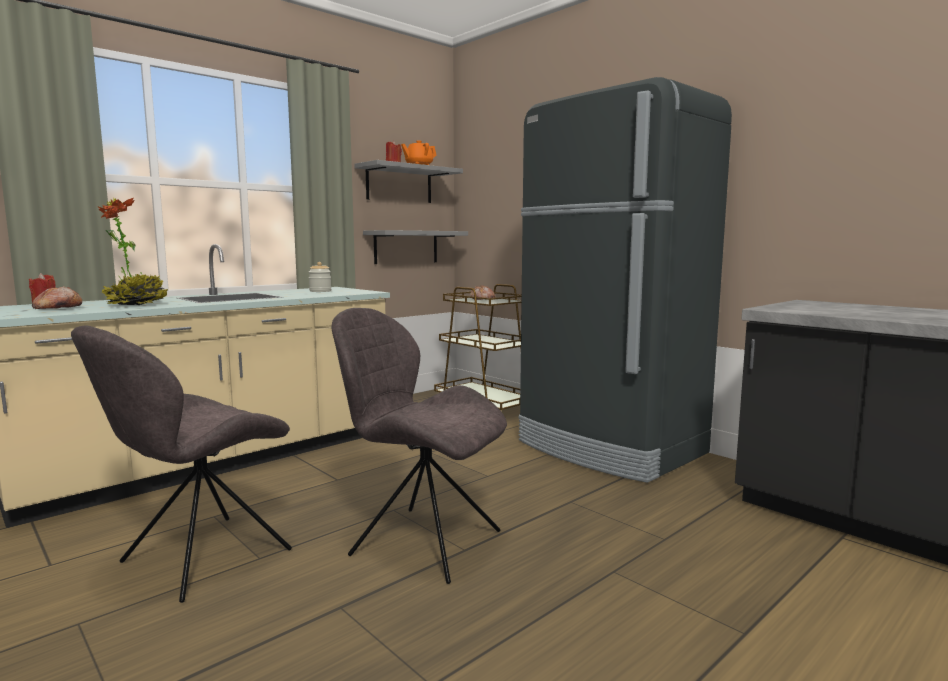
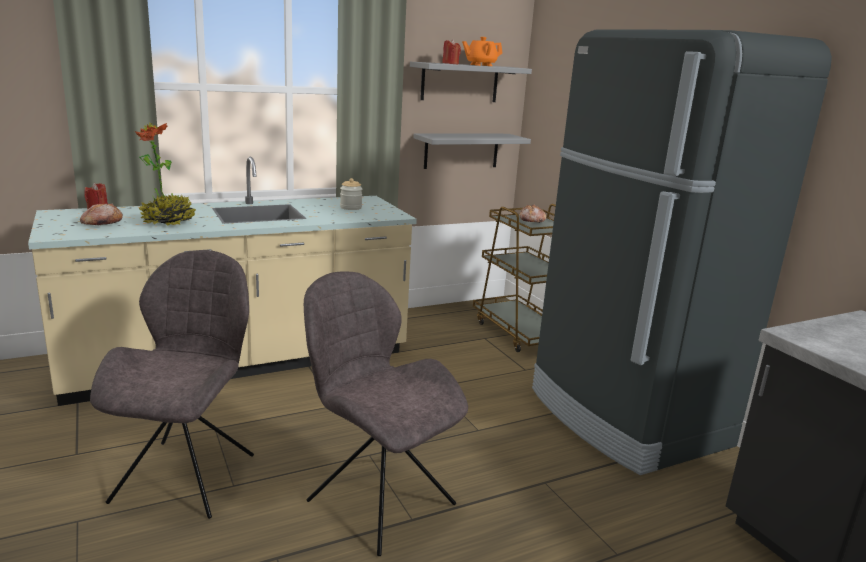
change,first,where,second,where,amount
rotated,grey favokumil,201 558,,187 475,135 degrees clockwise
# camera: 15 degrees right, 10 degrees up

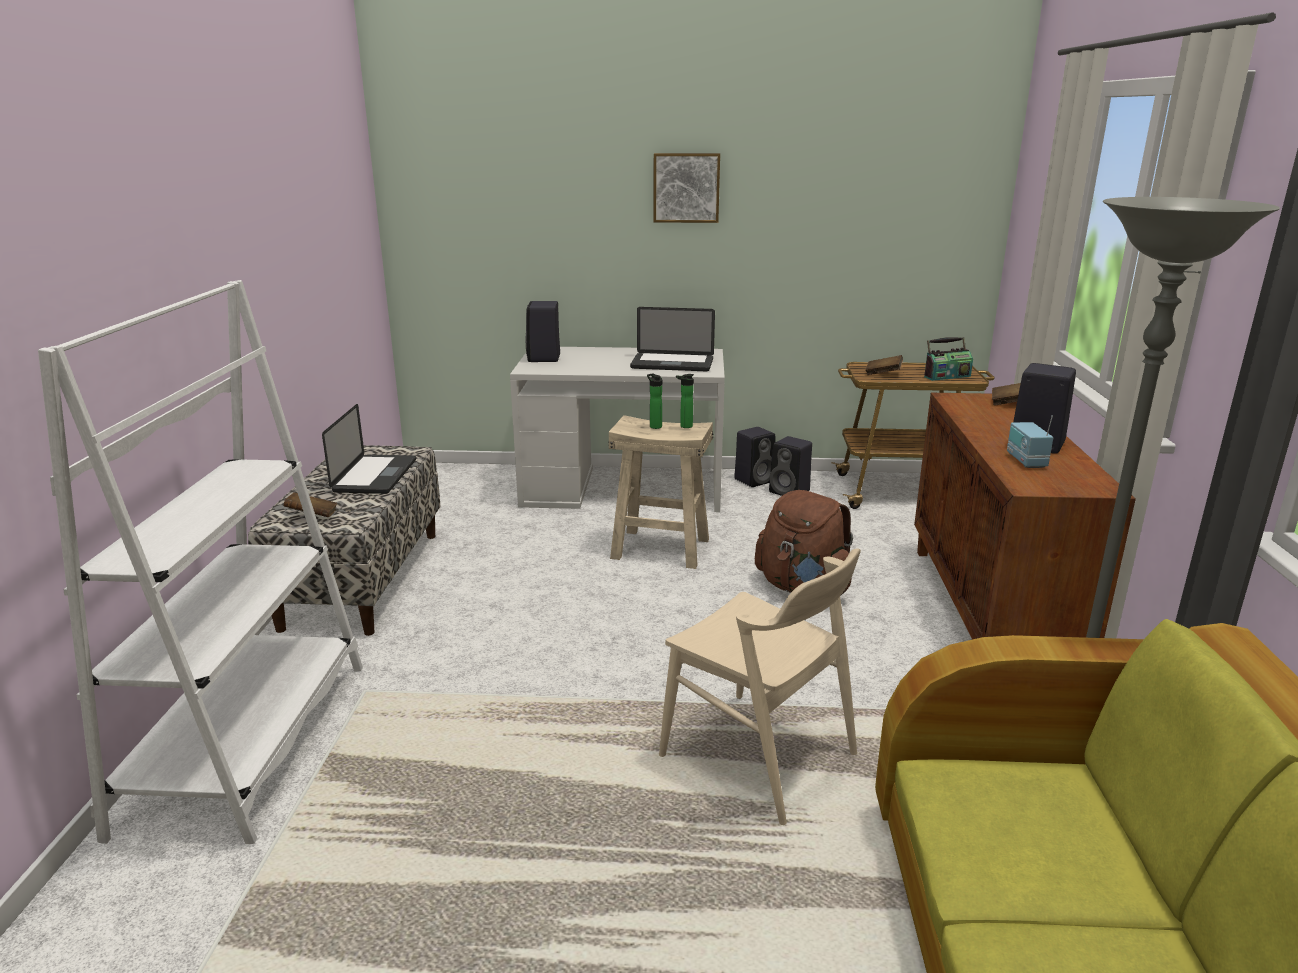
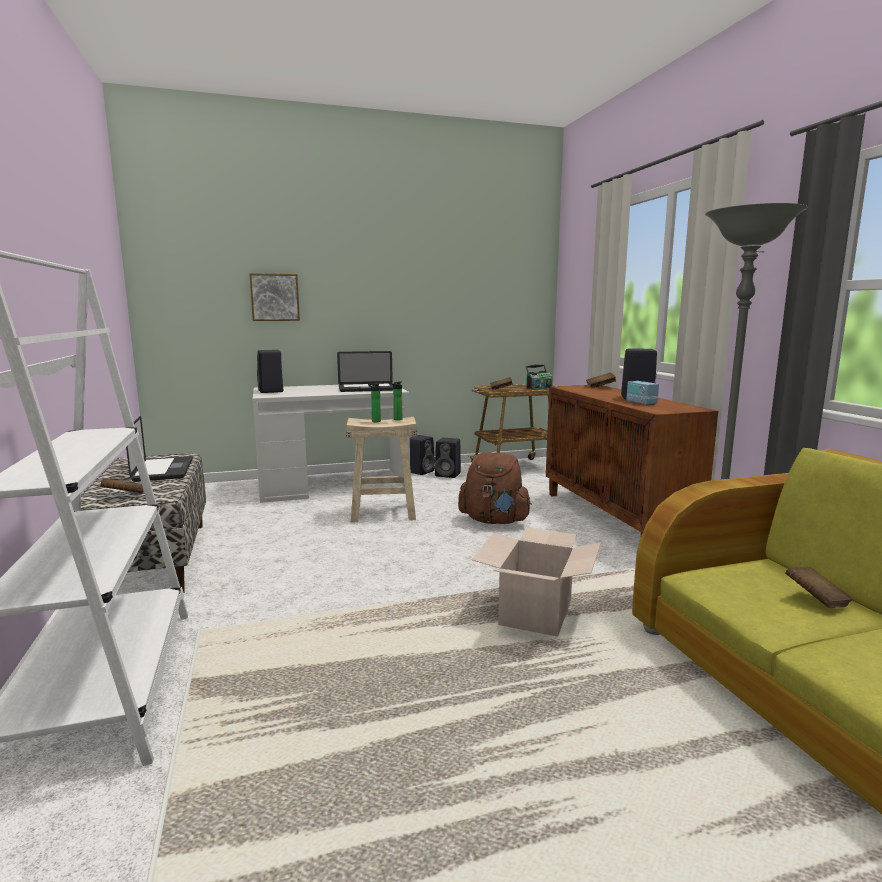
change,first,where,second,where,amount
shifted,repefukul,686 188,,274 297,
swapped,beige favokumil,758 755,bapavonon,536 613,
new,,,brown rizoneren,816 599,
# camera: 20 degrees left, 10 degrees down

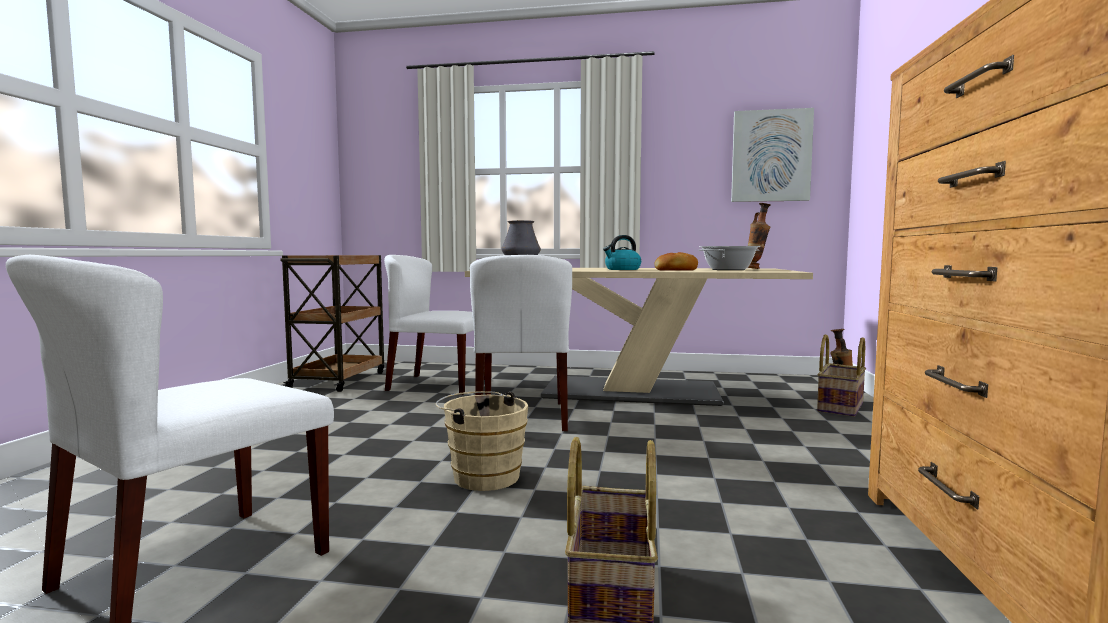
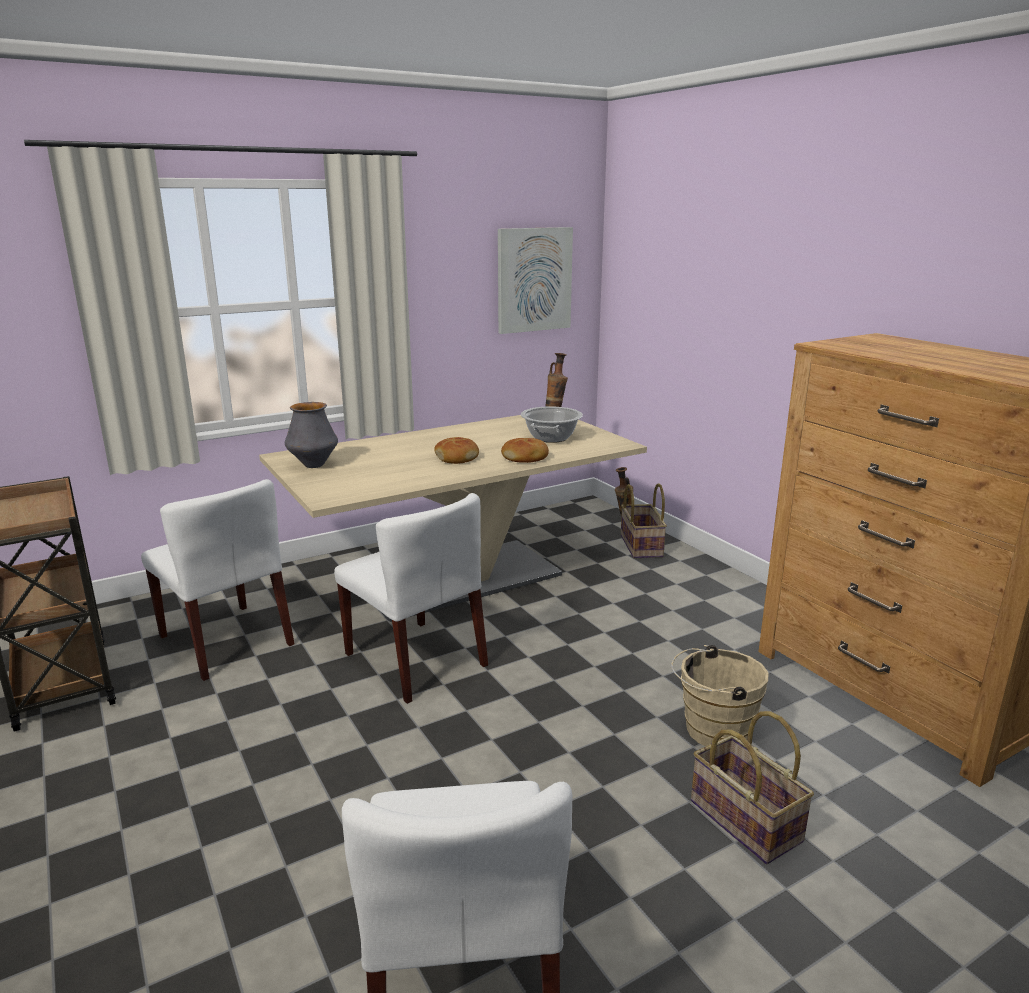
change,first,where,second,where,amount
swapped,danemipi,622 269,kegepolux,457 458,
rotated,white favokumil,436 384,,227 641,105 degrees counterclockwise
shifted,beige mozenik,482 476,,712 730,
# camera: 40 degrees left, 15 degrees up

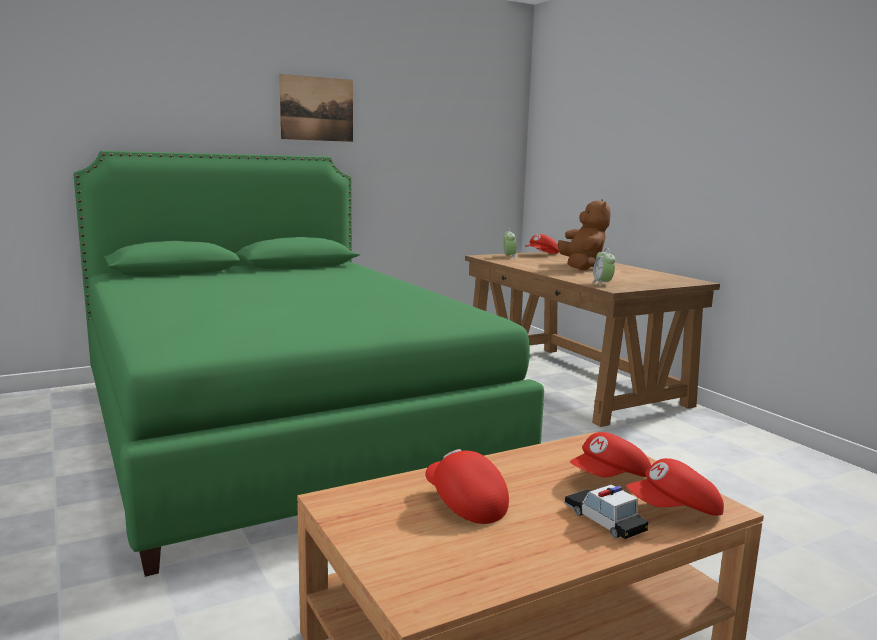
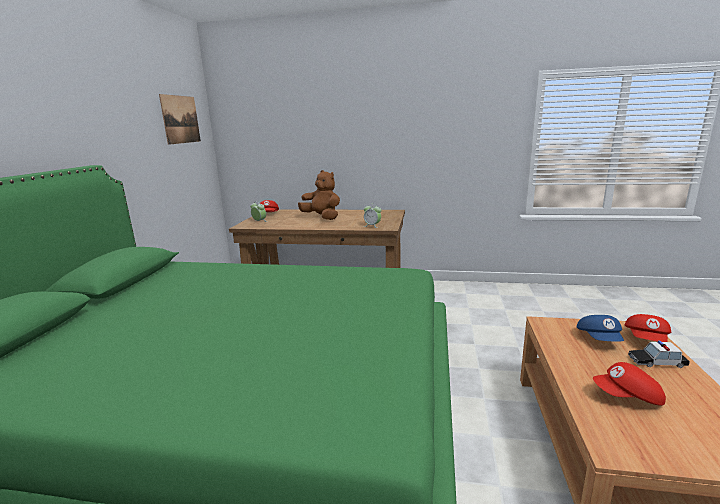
change,first,where,second,where,amount
shifted,repefukul,317 109,,181 119,
repainted,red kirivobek,610 479,blue kirivobek,599 339,
# camera: 50 degrees left, 5 degrees up

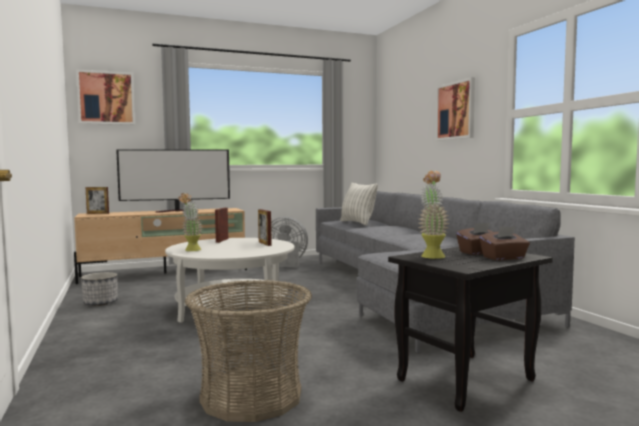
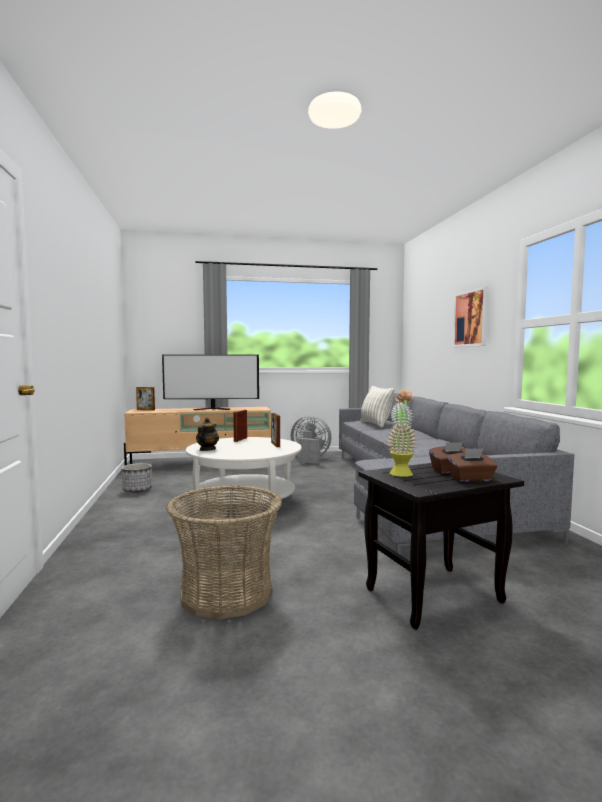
change,first,where,second,where,amount
gone,repefukul,106 98,,,
swapped,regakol,191 250,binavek,207 449,
# camera: 10 degrees right, 0 degrees up

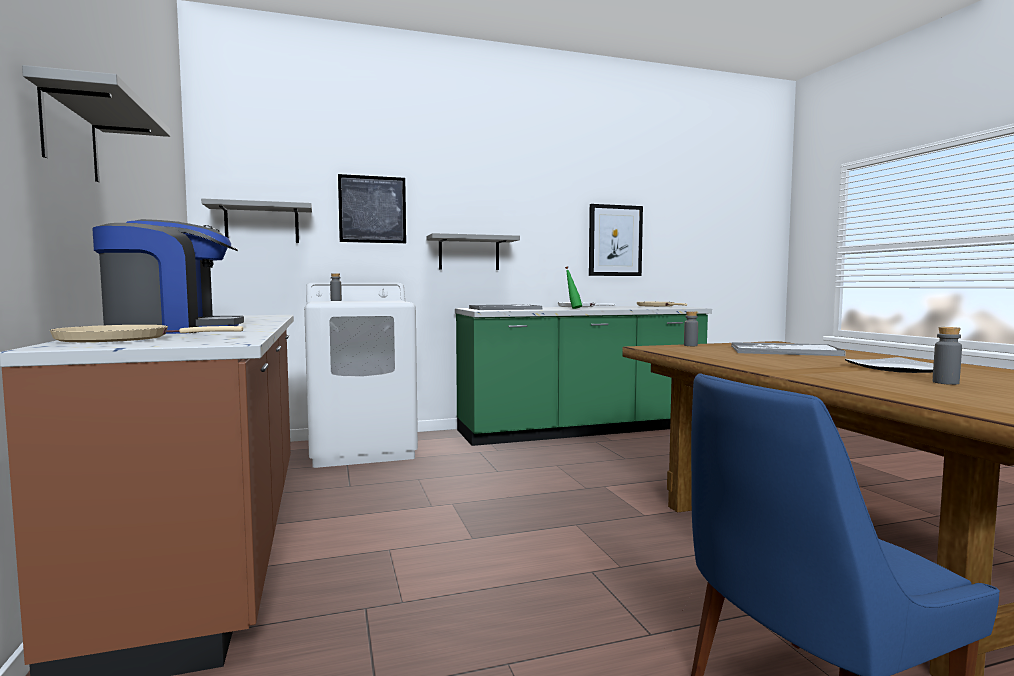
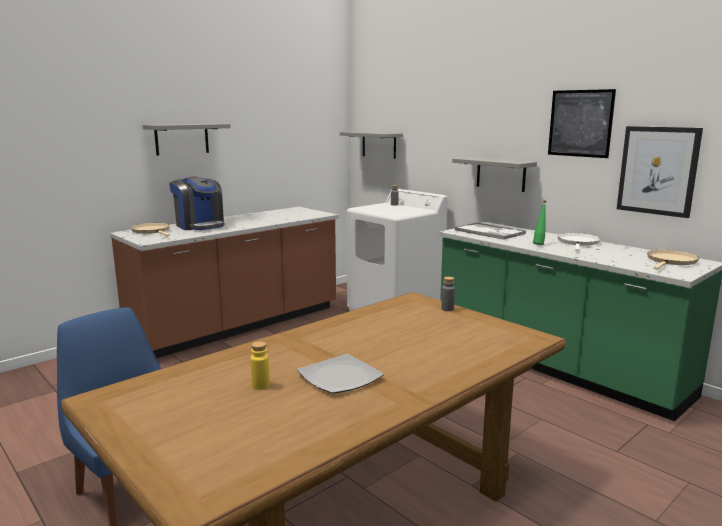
change,first,where,second,where,amount
shifted,repefukul,372 209,,580 123,
repainted,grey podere,945 382,yellow podere,260 385,
gone,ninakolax,783 351,,,
# camera: 65 degrees right, 10 degrees up

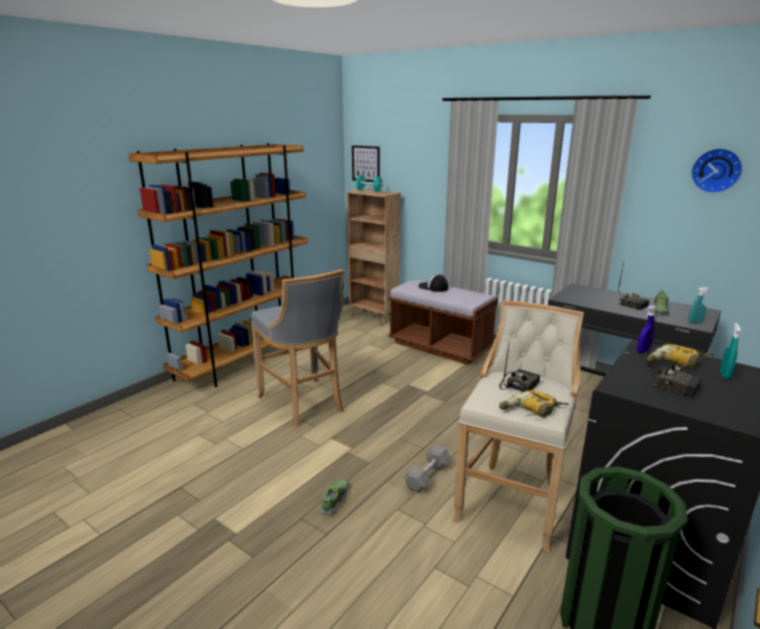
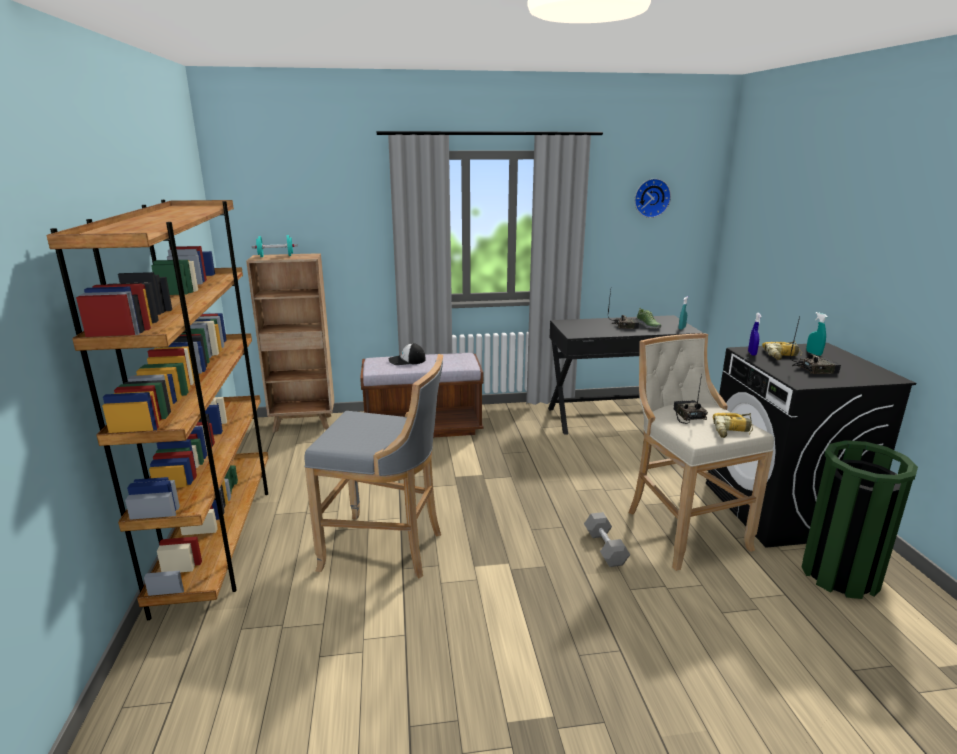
change,first,where,second,where,amount
gone,repefukul,366 163,,,
gone,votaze,335 500,,,
# camera: 45 degrees left, 0 degrees up

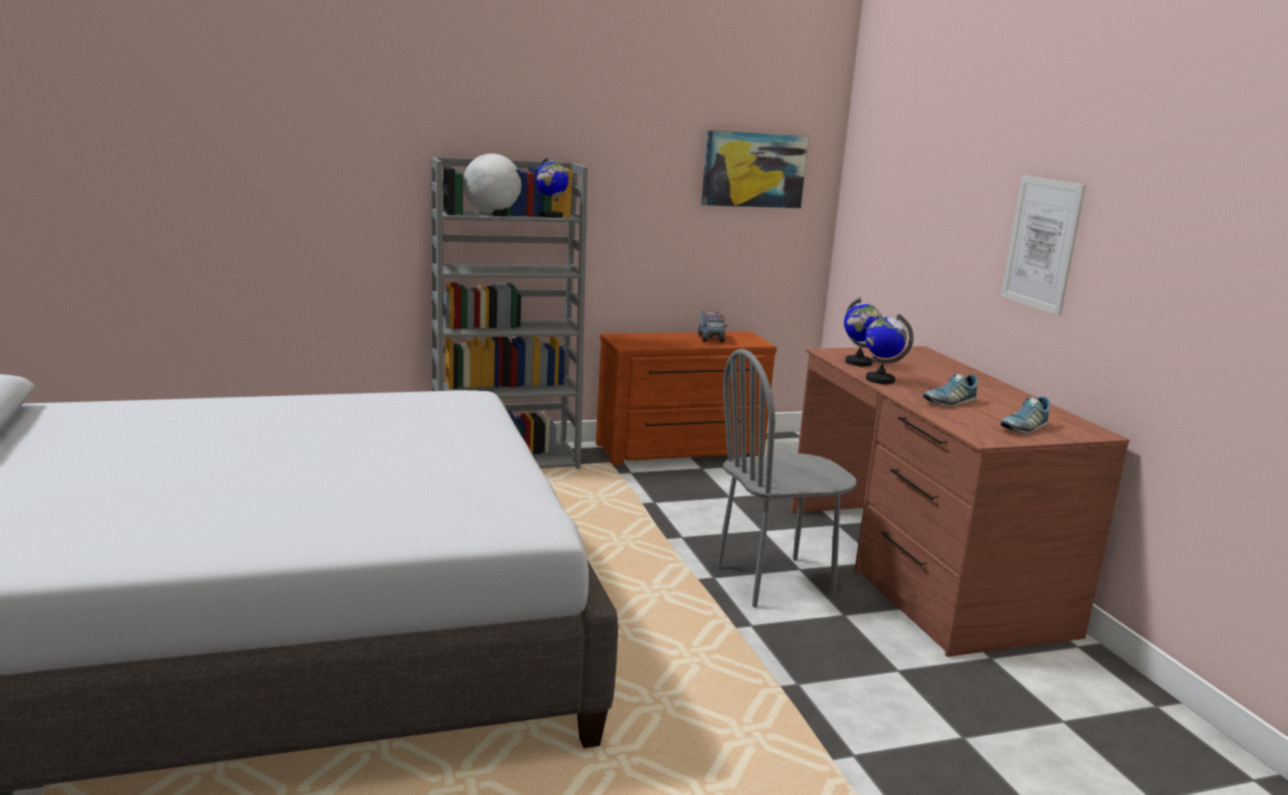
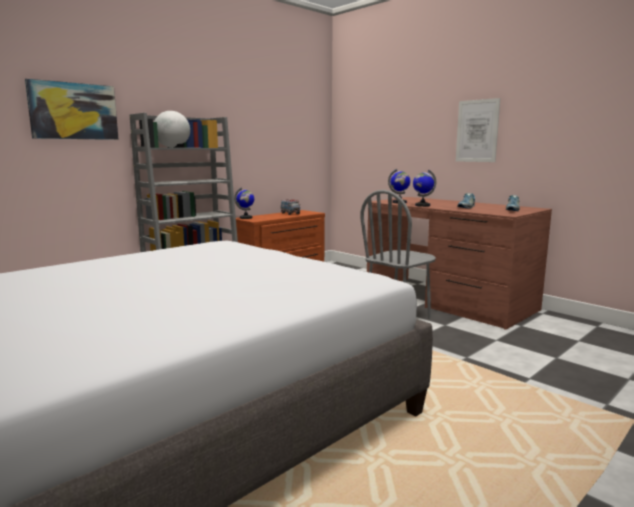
change,first,where,second,where,amount
shifted,repefukul,753 170,,74 111,
shifted,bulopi,550 216,,246 218,
# camera: 25 degrees left, 5 degrees down

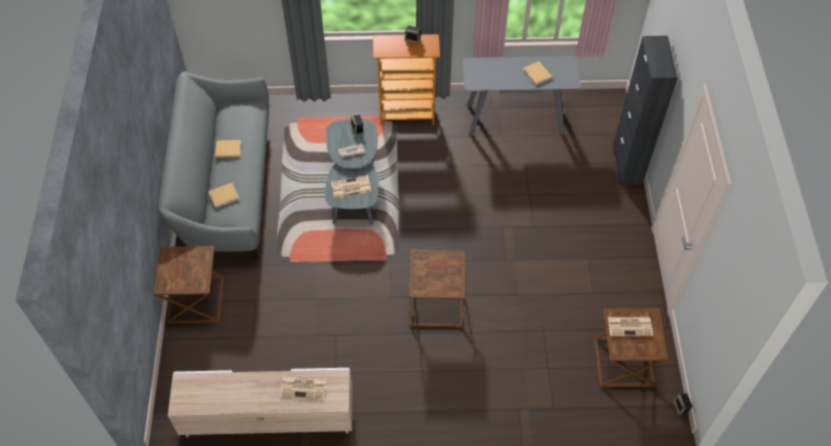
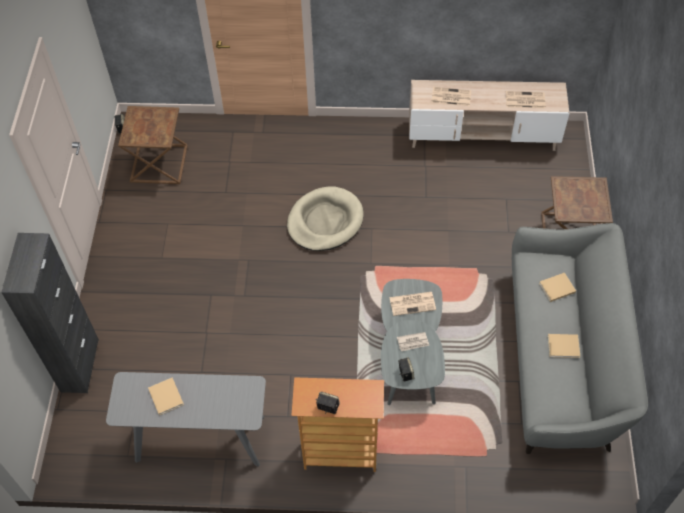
change,first,where,second,where,amount
swapped,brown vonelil,437 303,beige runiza,325 221,
shifted,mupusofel,630 326,,524 100,
# camera: 175 degrees left, 0 degrees up

